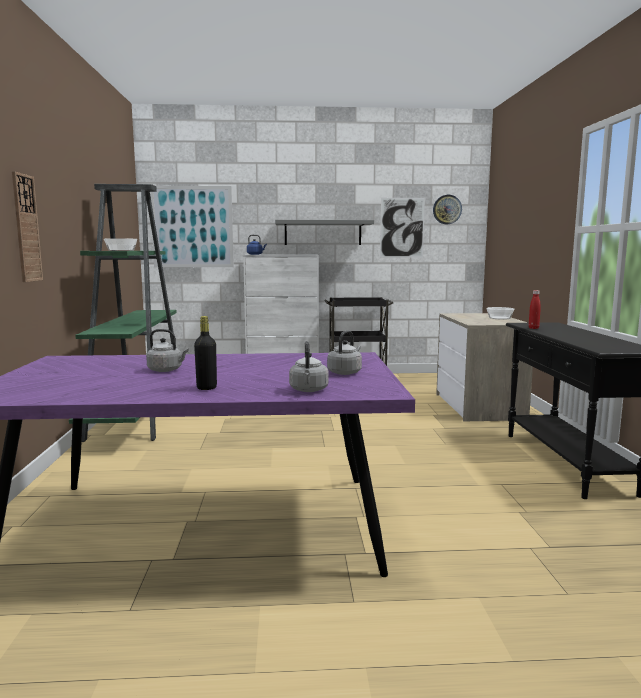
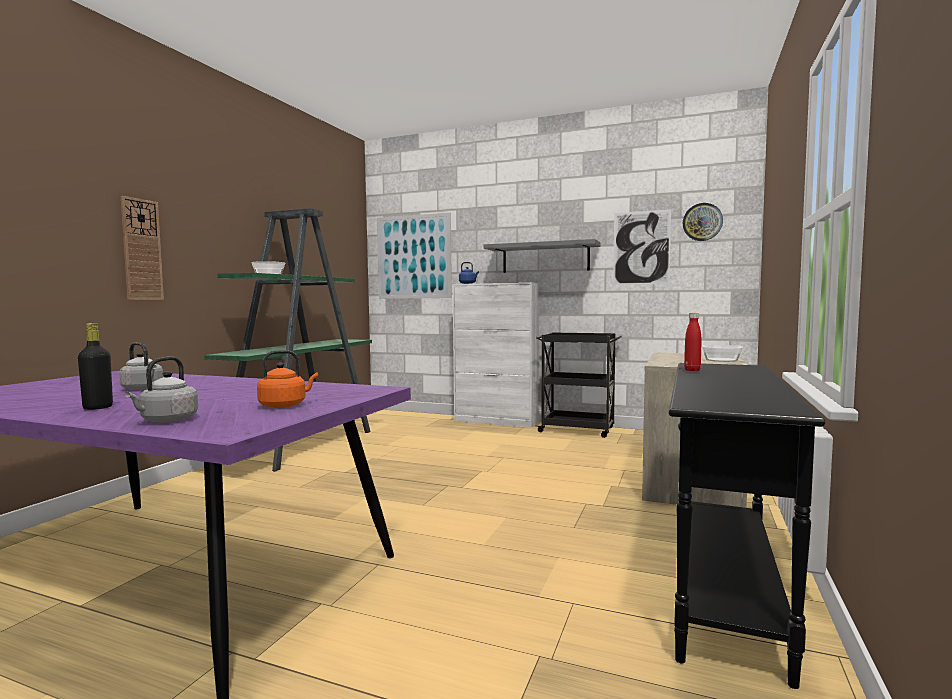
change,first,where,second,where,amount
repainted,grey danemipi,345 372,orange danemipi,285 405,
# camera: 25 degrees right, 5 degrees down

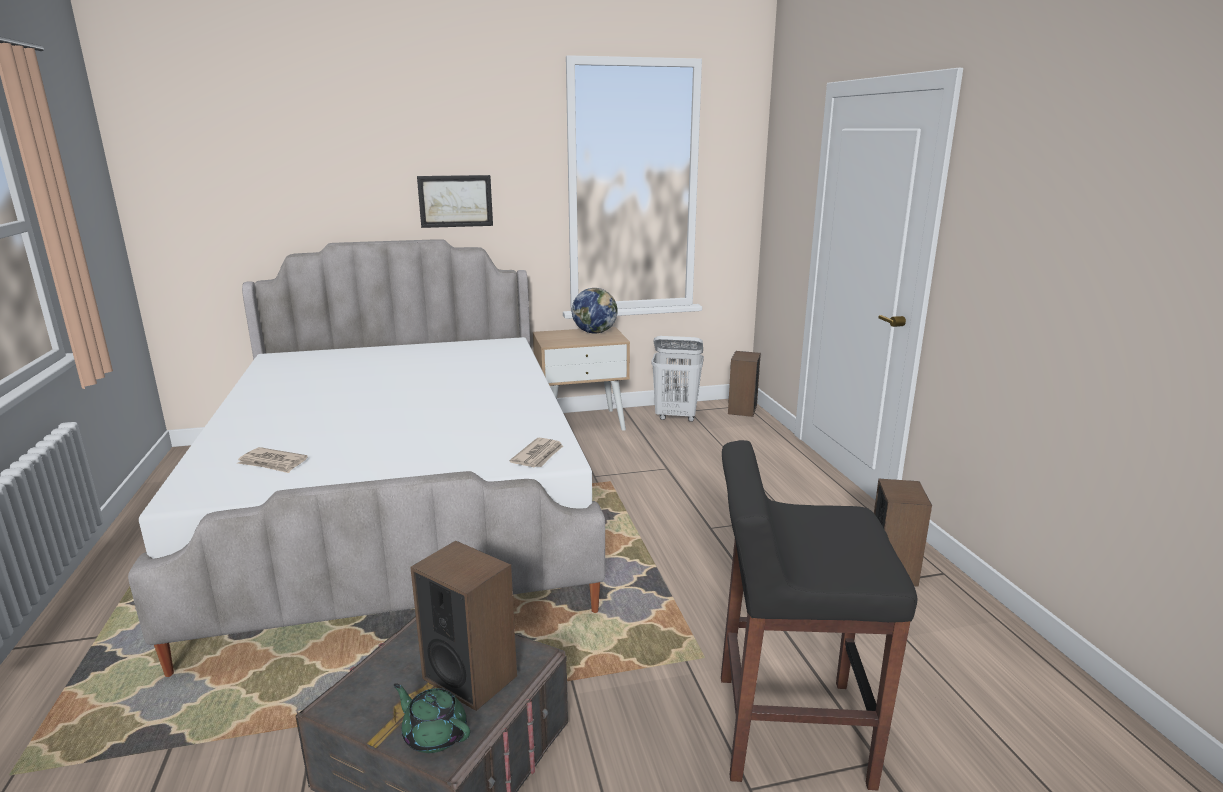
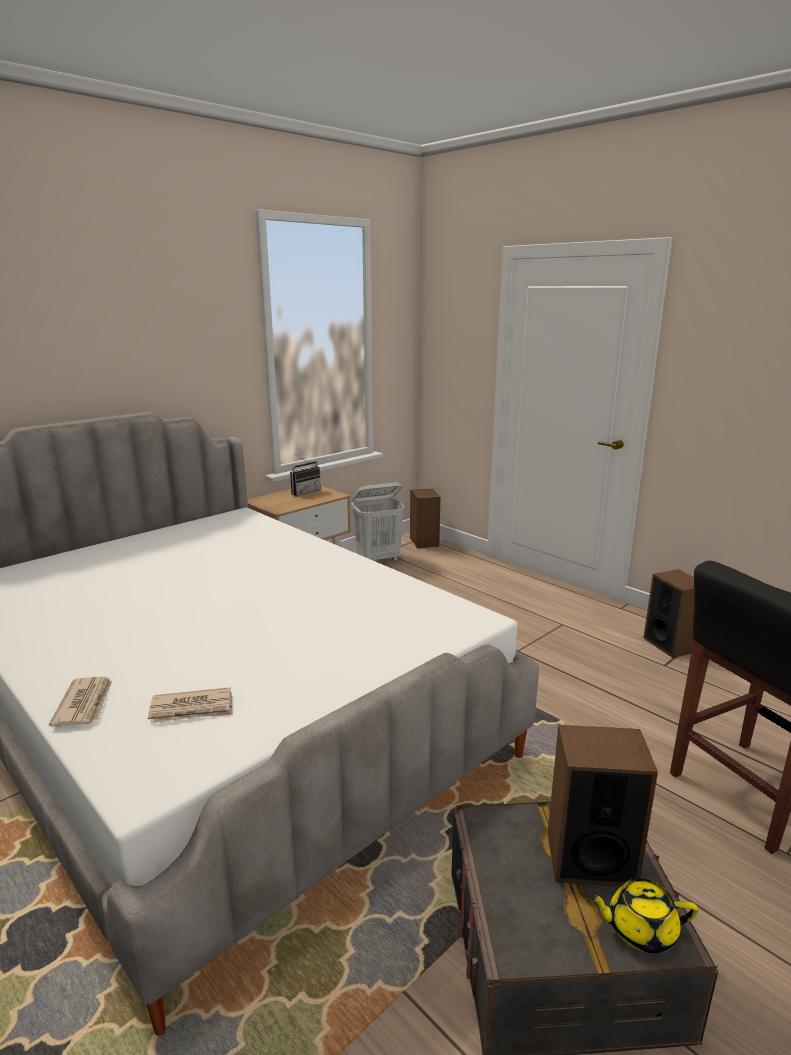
change,first,where,second,where,amount
gone,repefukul,455 201,,,
swapped,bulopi,594 332,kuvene,304 491,
shifted,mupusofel,539 455,,85 704,
repainted,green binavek,434 734,yellow binavek,640 929,
# camera: 30 degrees left, 0 degrees up

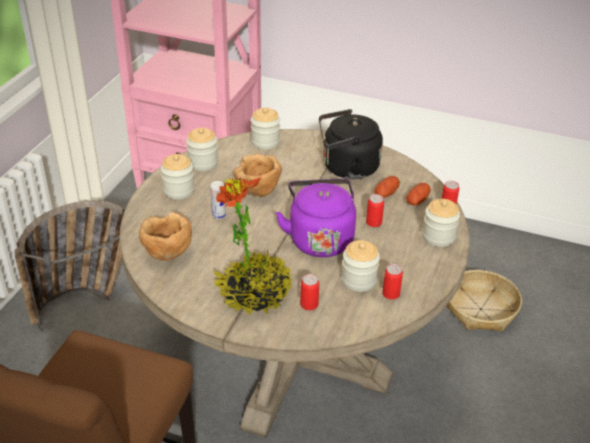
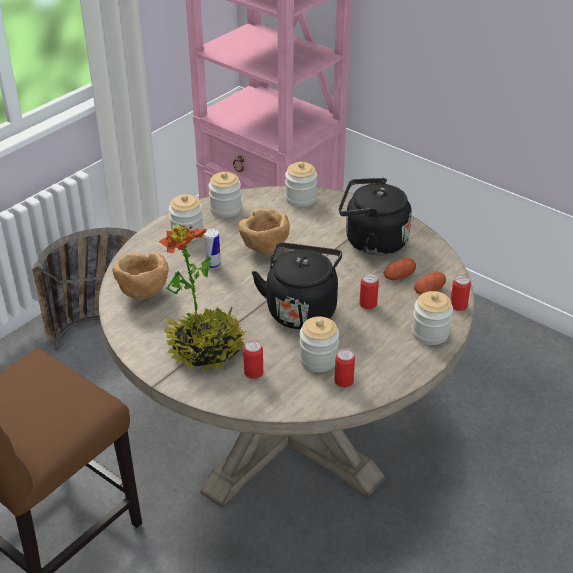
change,first,where,second,where,amount
repainted,purple danemipi,319 238,black danemipi,301 309,
gone,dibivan,481 309,,,
# camera: 20 degrees right, 0 degrees up

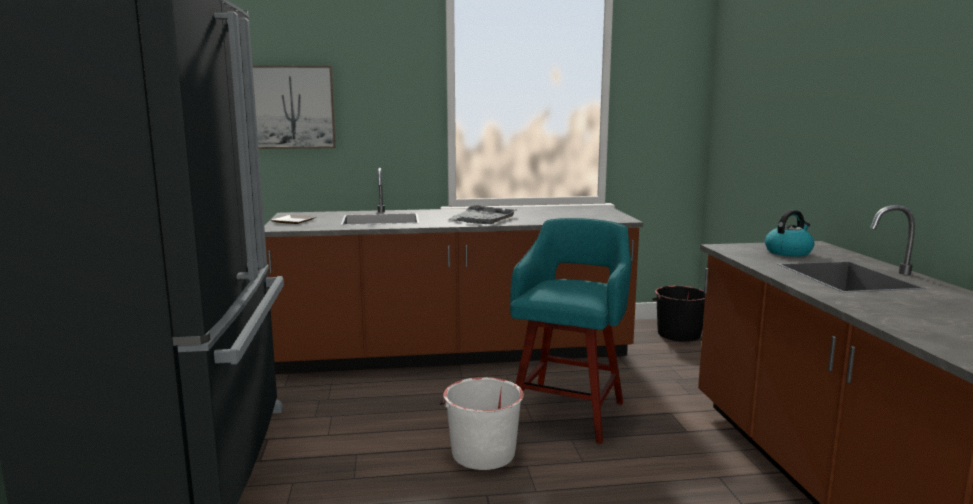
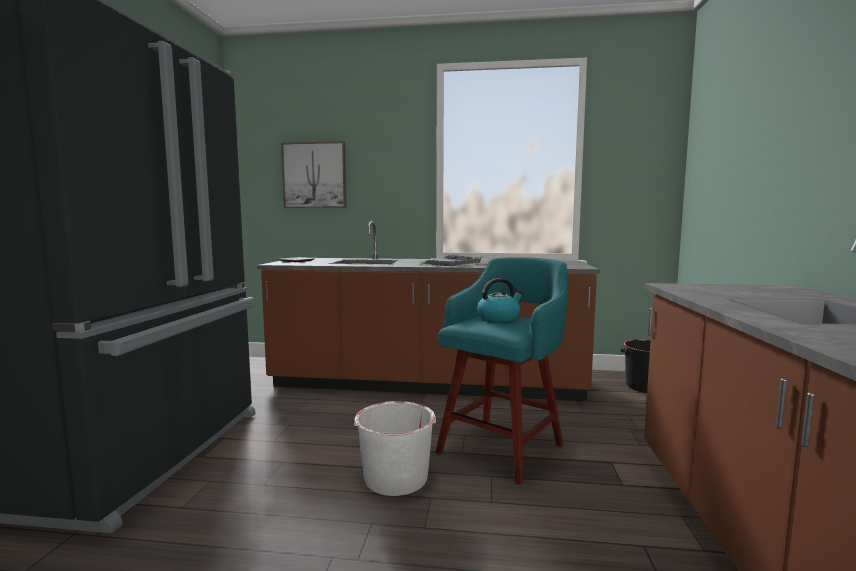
change,first,where,second,where,amount
shifted,danemipi,788 252,,498 318,
# camera: 15 degrees right, 5 degrees down

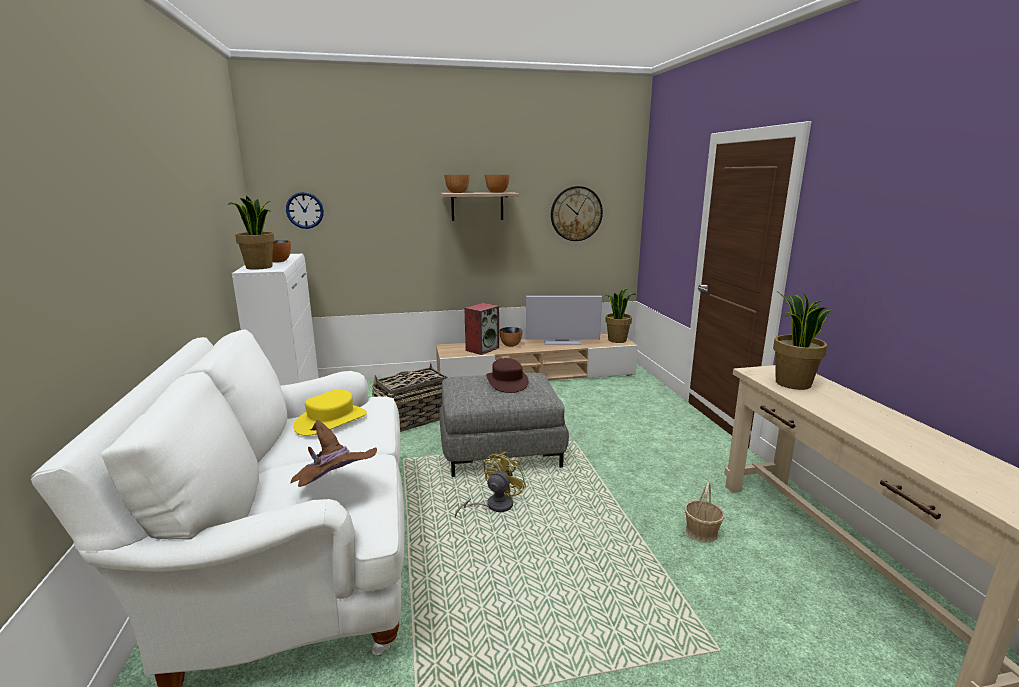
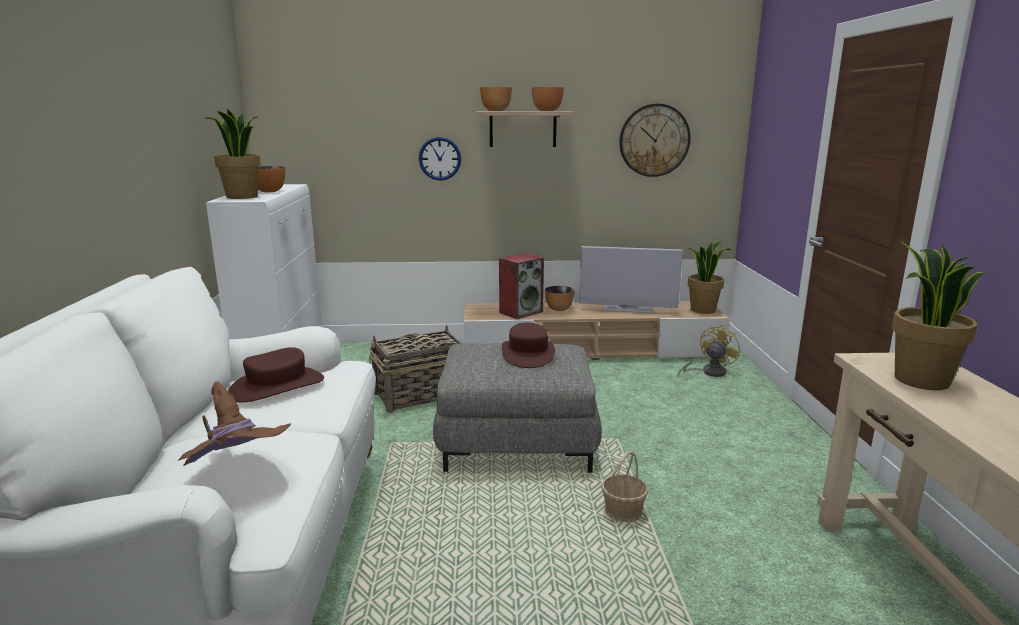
change,first,where,second,where,amount
shifted,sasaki,305 210,,440 158,
repainted,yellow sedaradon,331 421,brown sedaradon,277 386,
shifted,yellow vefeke,493 506,,708 372,
shifted,dibivan,701 532,,623 512,
# camera: 10 degrees right, 0 degrees up

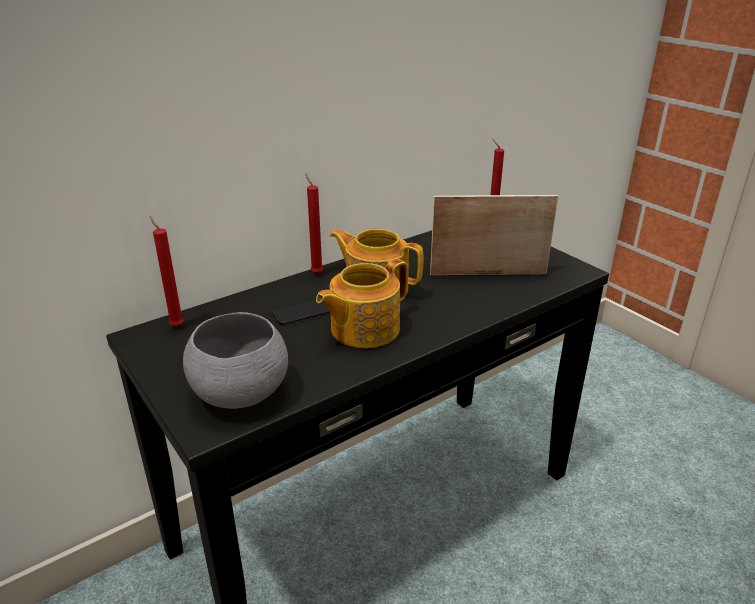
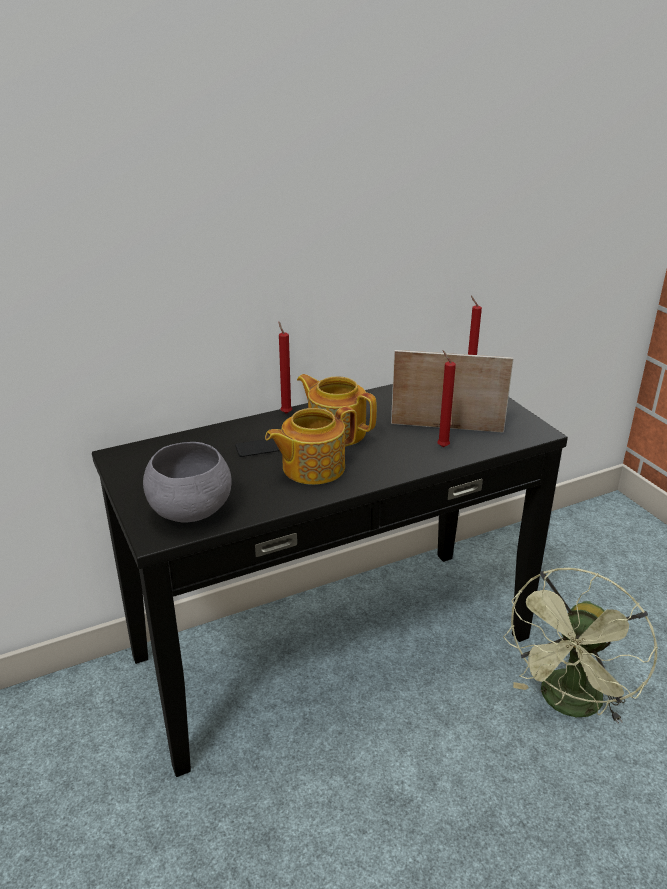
change,first,where,second,where,amount
shifted,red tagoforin,176 325,,441 446,
new,,,green vefeke,569 705,
# camera: 10 degrees right, 0 degrees up

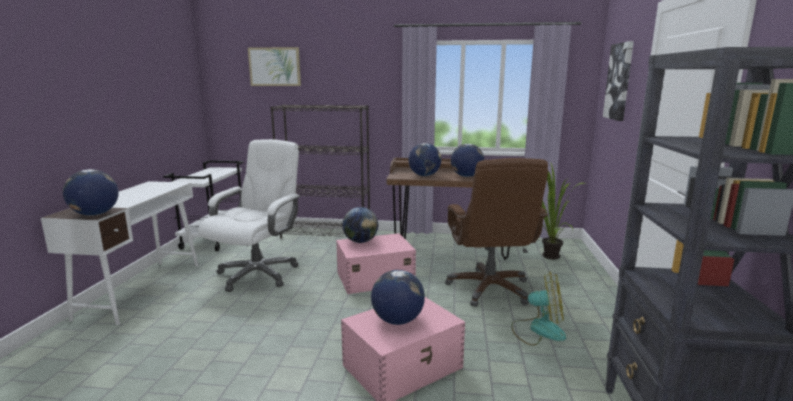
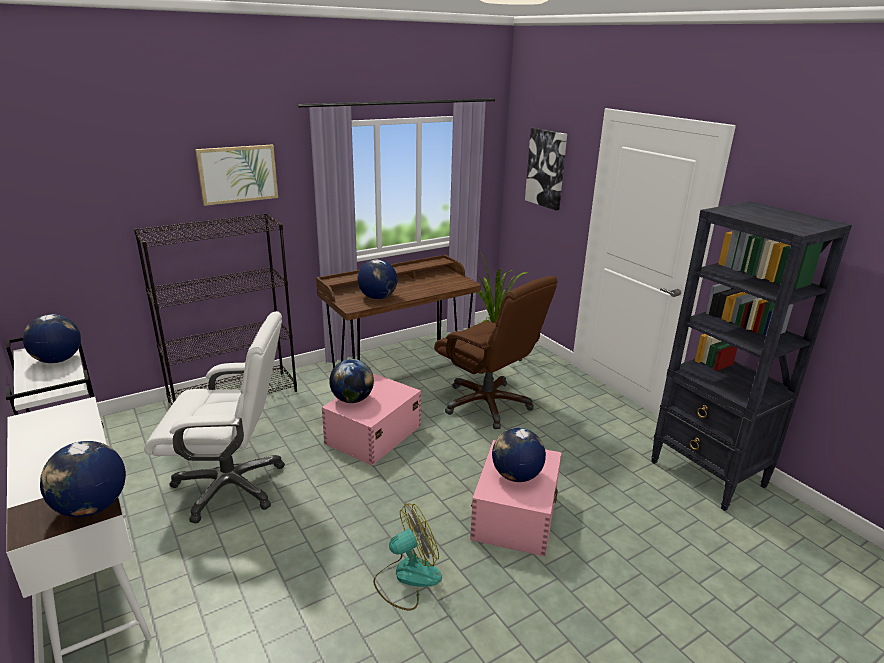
change,first,where,second,where,amount
shifted,repefukul,275 66,,238 174,
rotated,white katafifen,258 274,,231 486,105 degrees clockwise
shifted,bulopi,466 176,,58 360,
shifted,vefeke,538 330,,407 577,
# camera: 40 degrees left, 10 degrees up

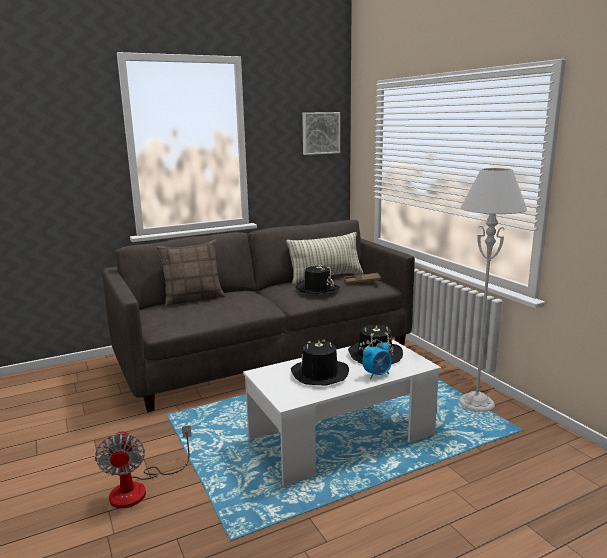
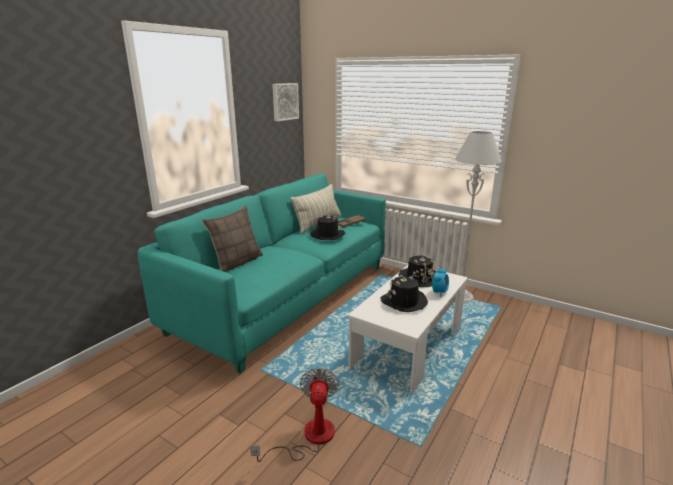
change,first,where,second,where,amount
repainted,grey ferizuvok,266 354,turquoise ferizuvok,286 297,
rotated,vefeke,139 488,,309 438,135 degrees counterclockwise
# camera: 30 degrees left, 5 degrees up

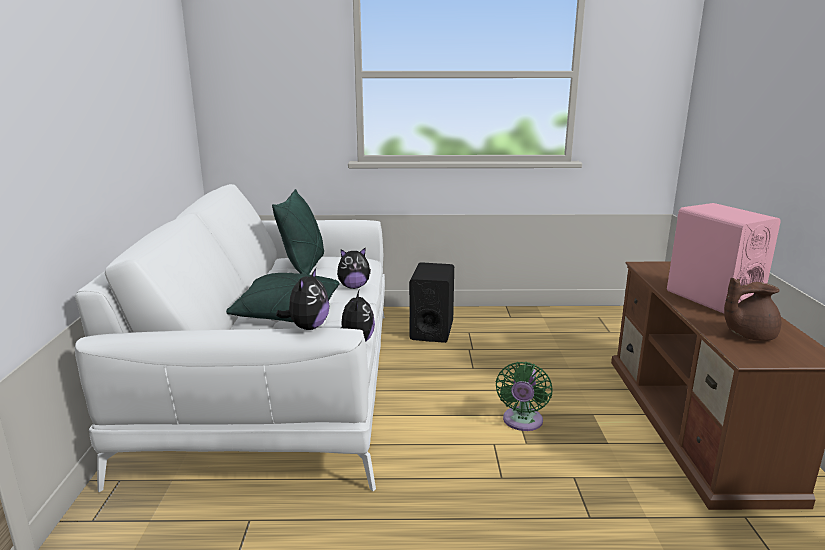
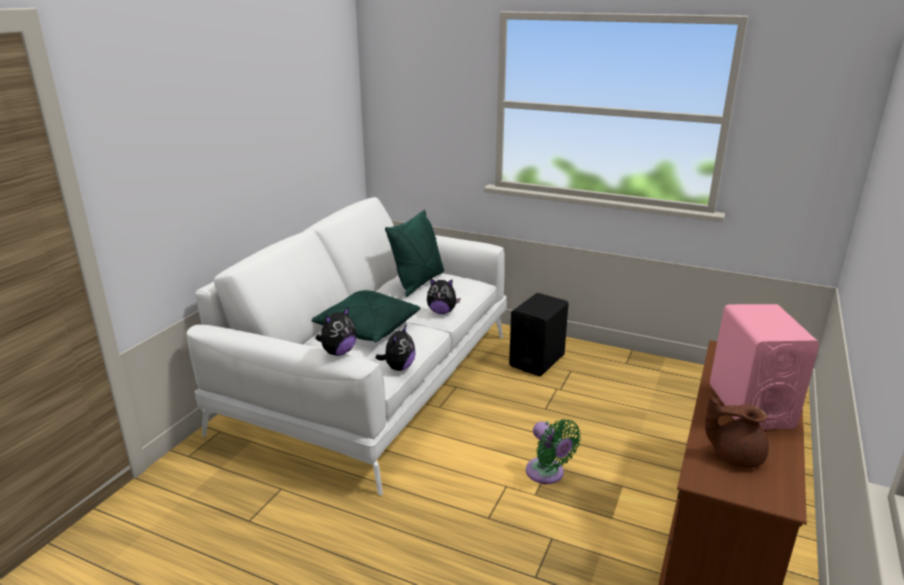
change,first,where,second,where,amount
rotated,green vefeke,522 422,,547 474,75 degrees counterclockwise
# camera: 25 degrees right, 5 degrees up

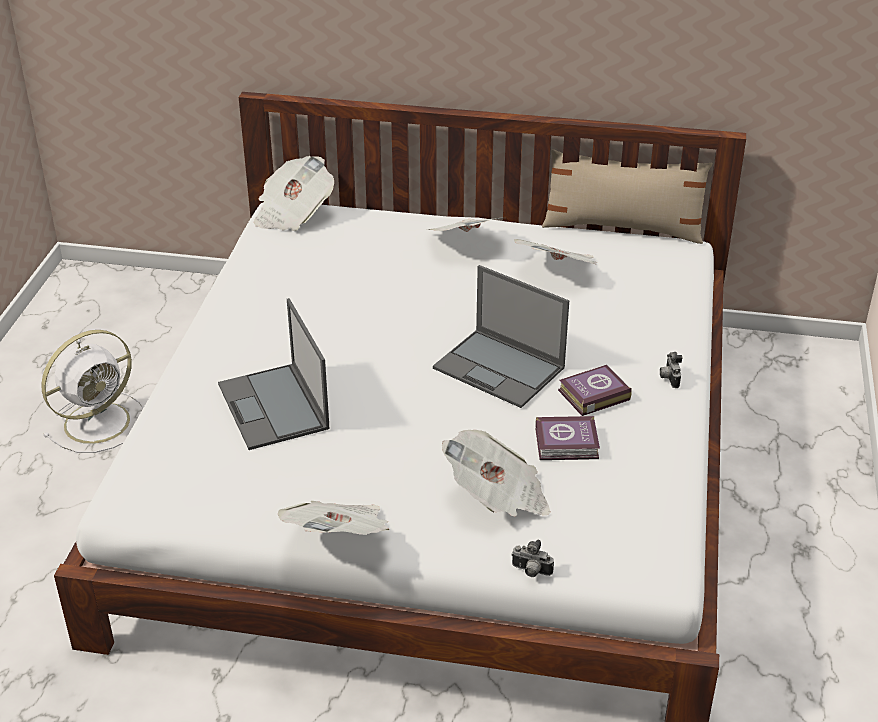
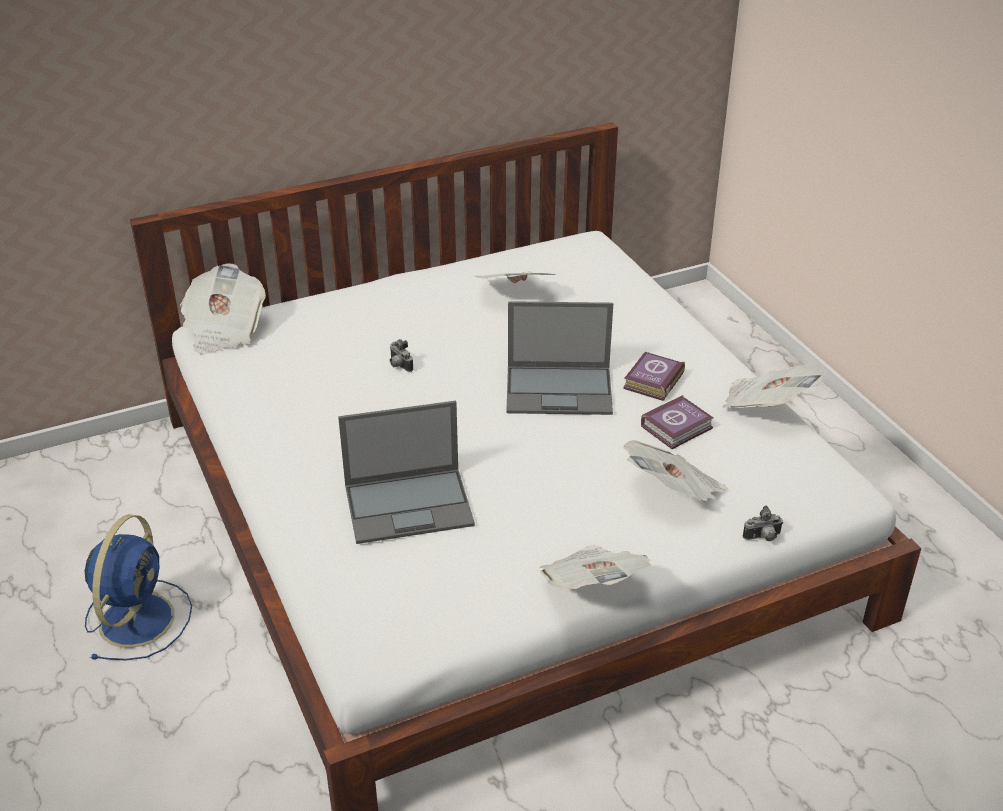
change,first,where,second,where,amount
gone,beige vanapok,622 228,,,
shifted,mupusofel,465 243,,766 406,
rotated,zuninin,274 407,,410 505,45 degrees counterclockwise
repainted,white vefeke,100 421,blue vefeke,138 617,
shifted,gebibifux,668 378,,399 366,
# camera: 35 degrees left, 0 degrees up

